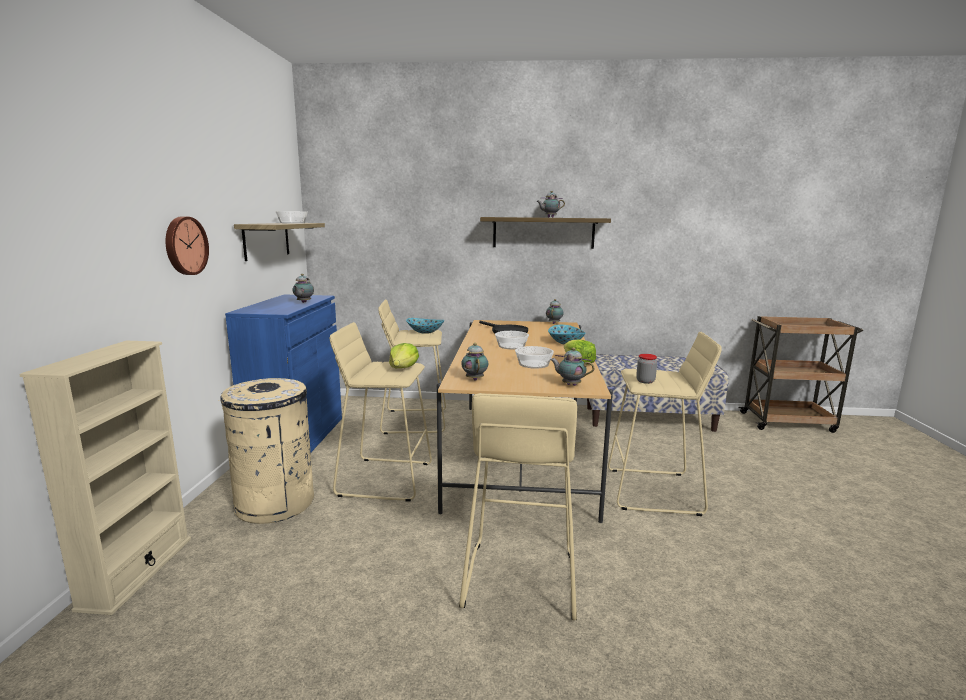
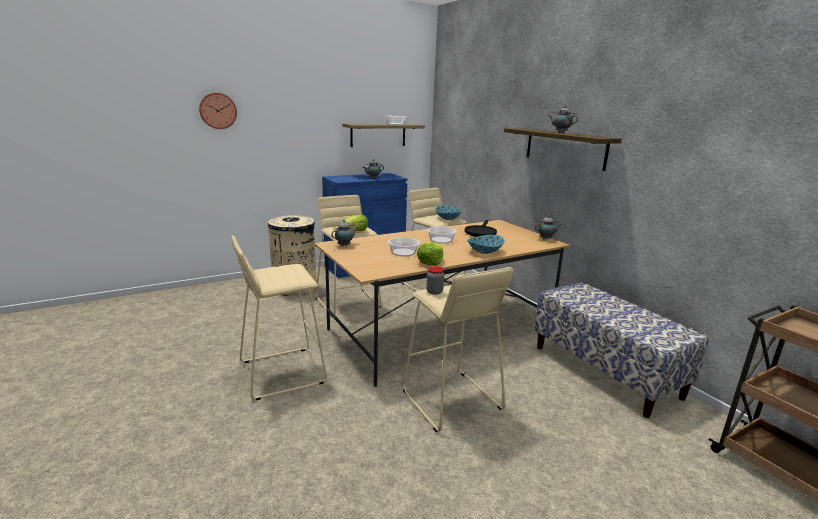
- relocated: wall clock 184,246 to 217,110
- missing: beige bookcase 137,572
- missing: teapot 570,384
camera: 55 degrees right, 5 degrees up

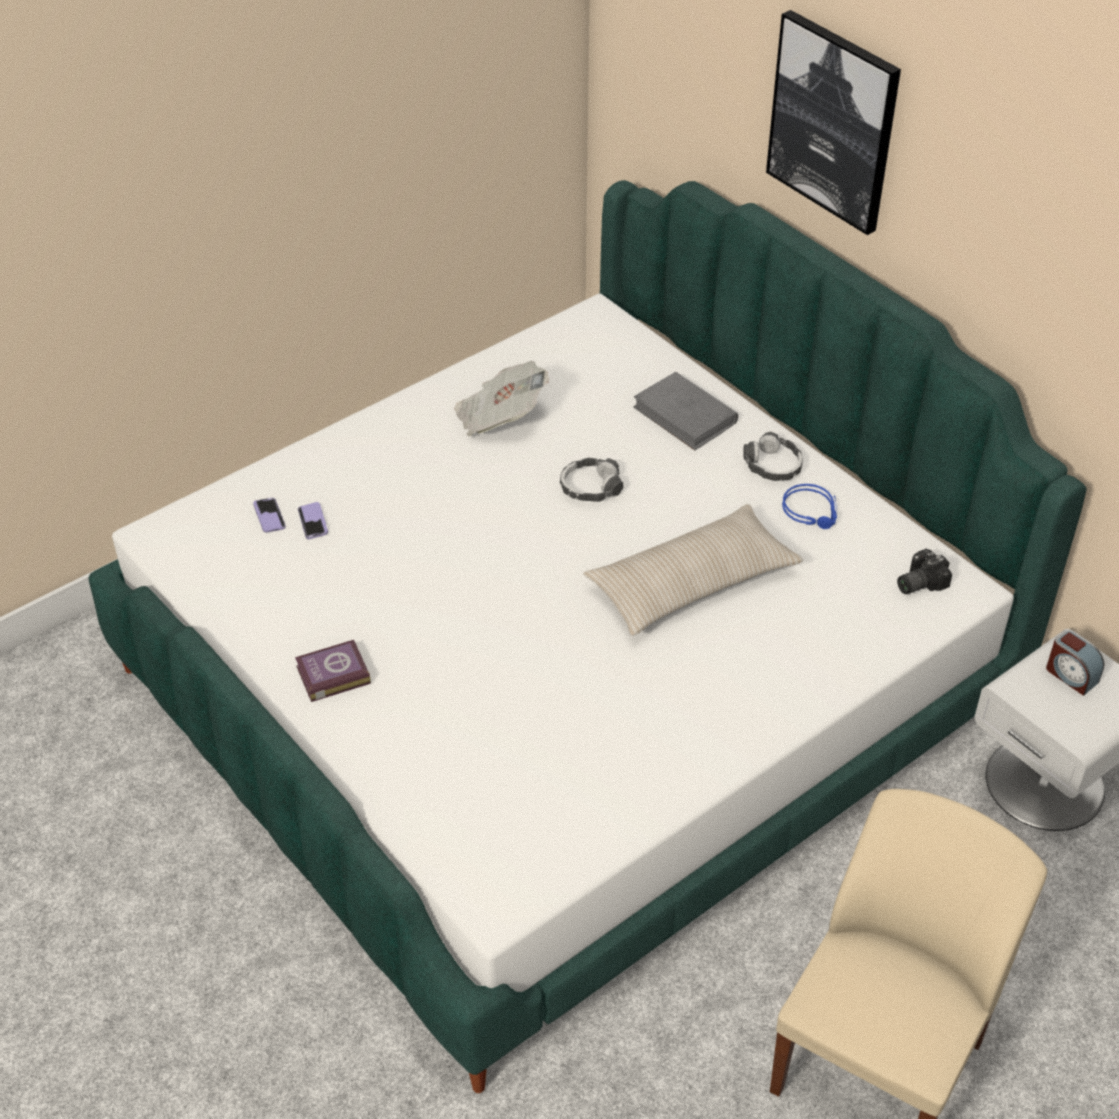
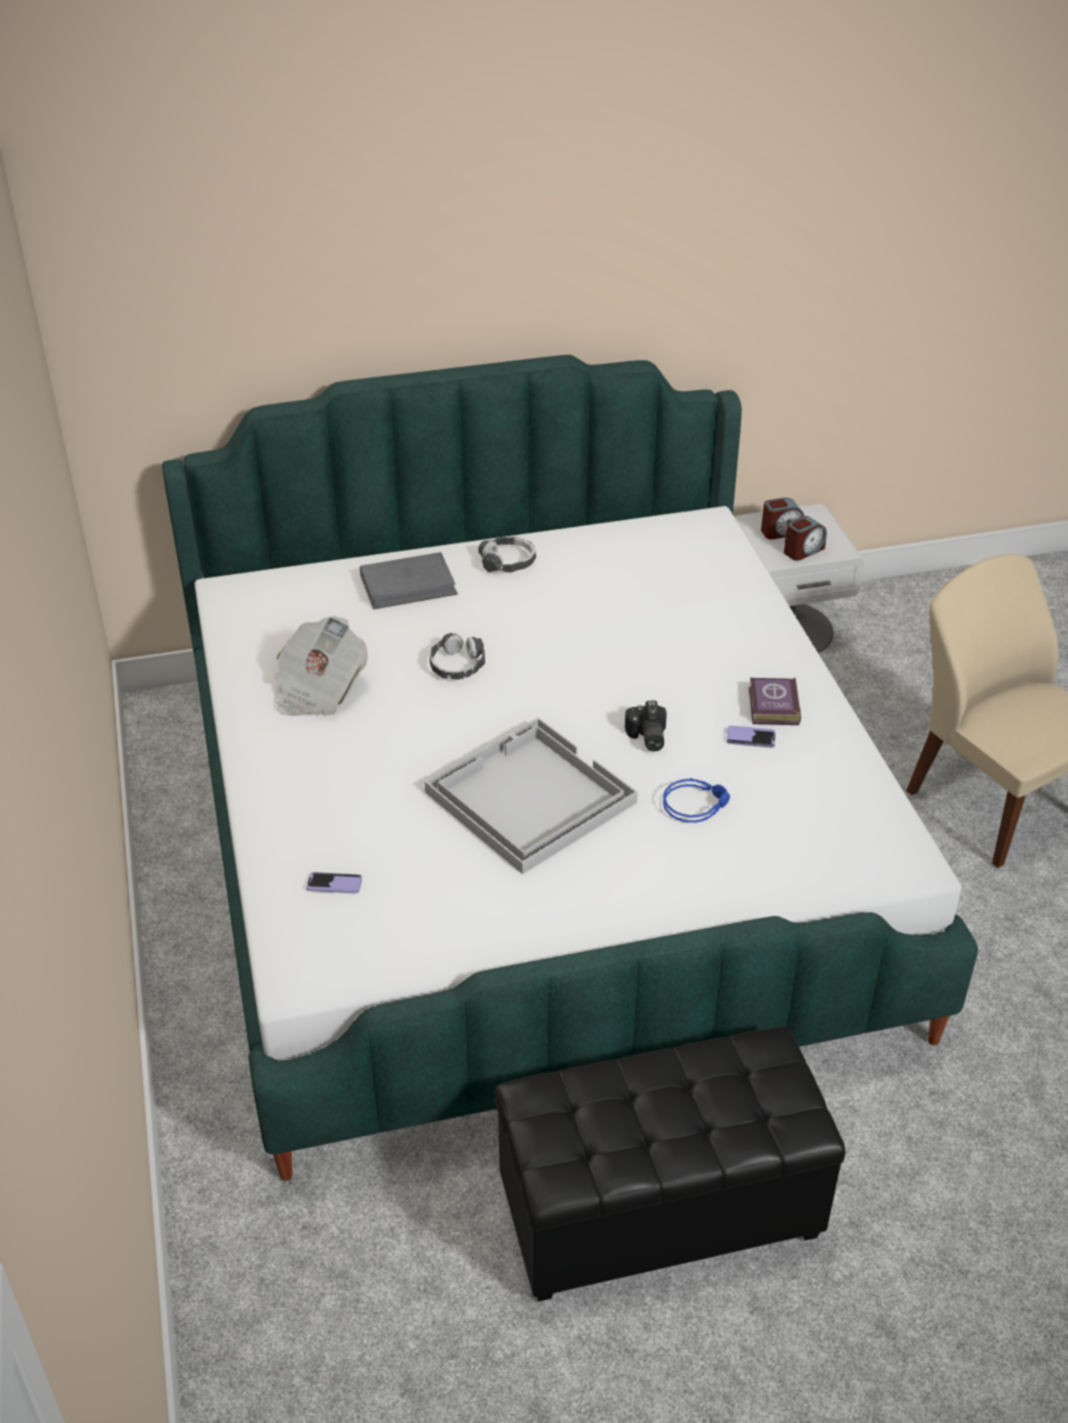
- missing: picture 833,121
- relocated: blue headphones 812,511 to 695,804
- relocated: phone 313,522 to 750,738
- missing: beige pillow 691,583
- relocated: photo camera 918,582 to 646,737
- relocated: book 331,675 to 772,707
- appeared: alarm clock 803,550
- appeared: white tray 528,797
- appeared: black ottoman 658,1209
camera: 65 degrees left, 5 degrees down

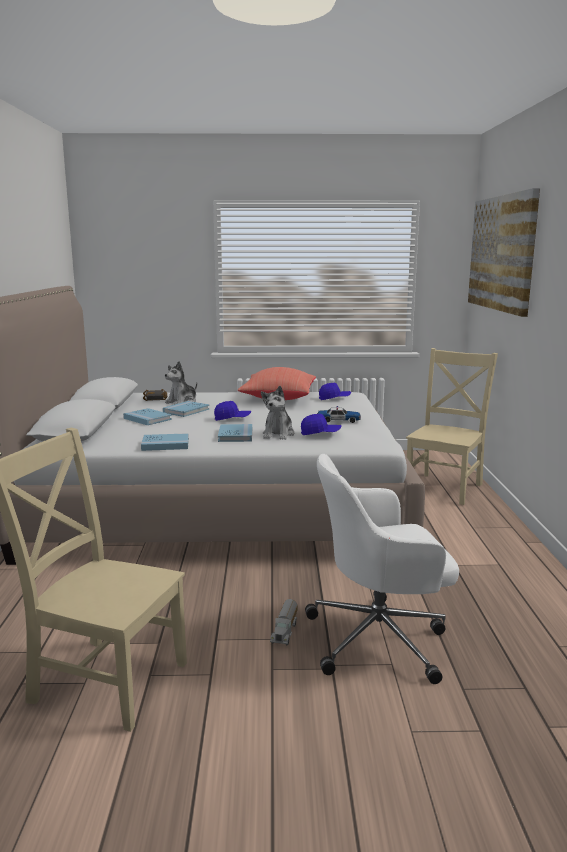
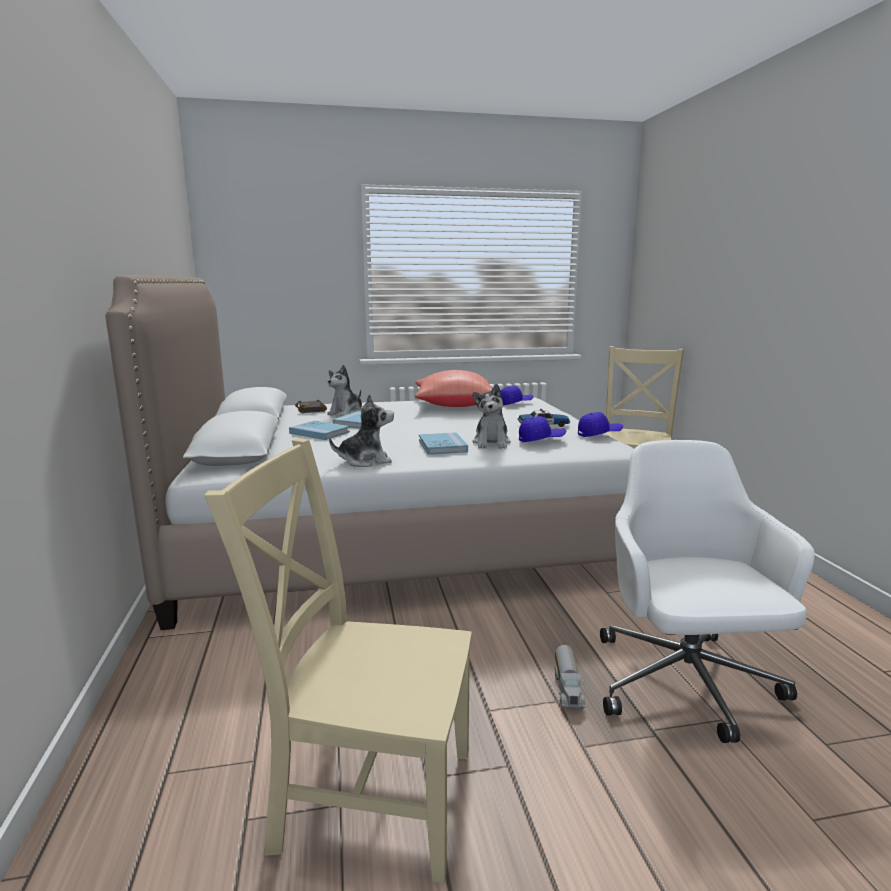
- missing: picture 501,253
- relocated: blue cap 232,419 to 599,434
- exchanged: blue book 165,444 to plush toy 365,461
- spun: white office chair 380,638 = 685,685 105 degrees clockwise
camera: 10 degrees left, 0 degrees up

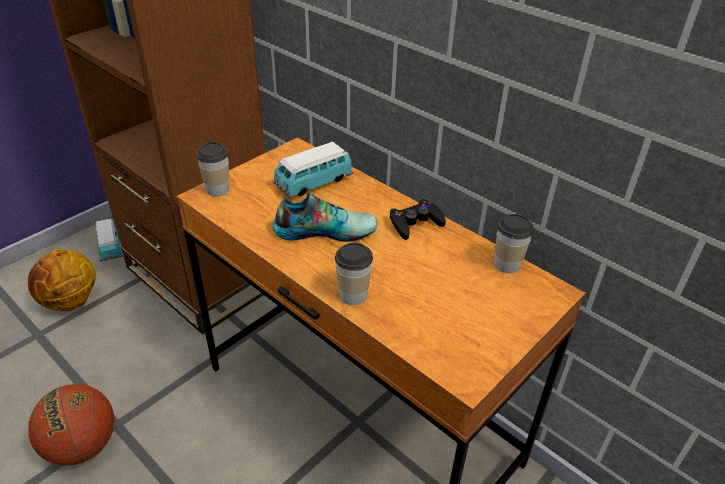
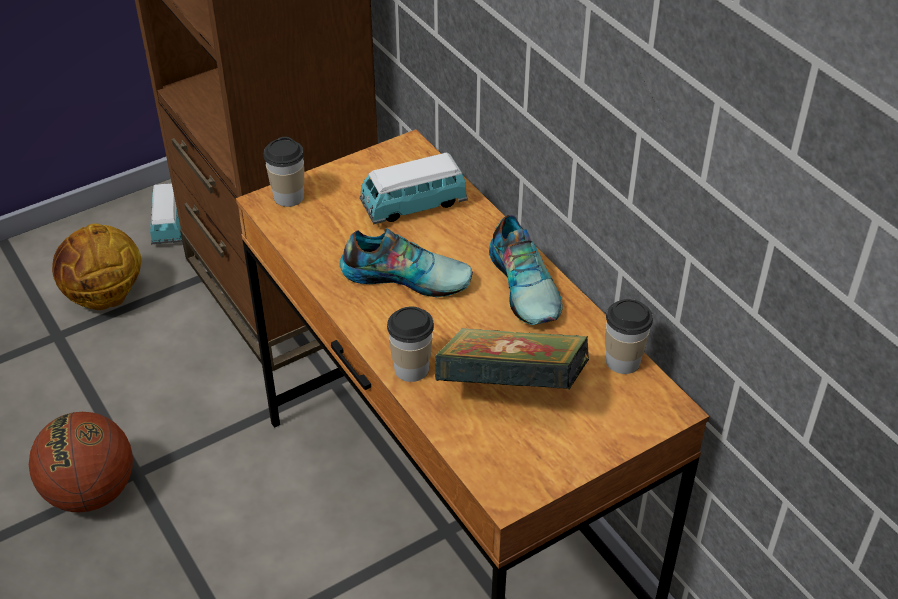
- exchanged: black game controller 415,223 to shoe 526,284
- appeared: book 511,388
camera: 15 degrees right, 5 degrees up

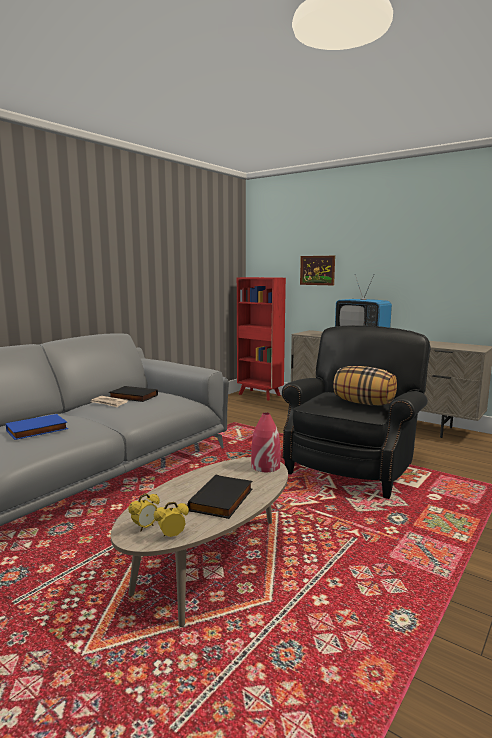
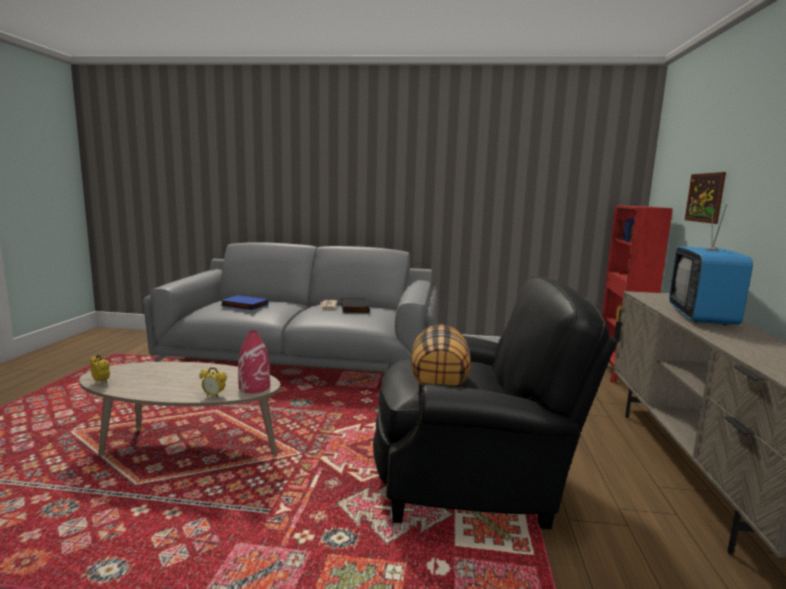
- missing: black book 223,500
- relocated: alarm clock 145,527 to 214,396
camera: 60 degrees right, 0 degrees up

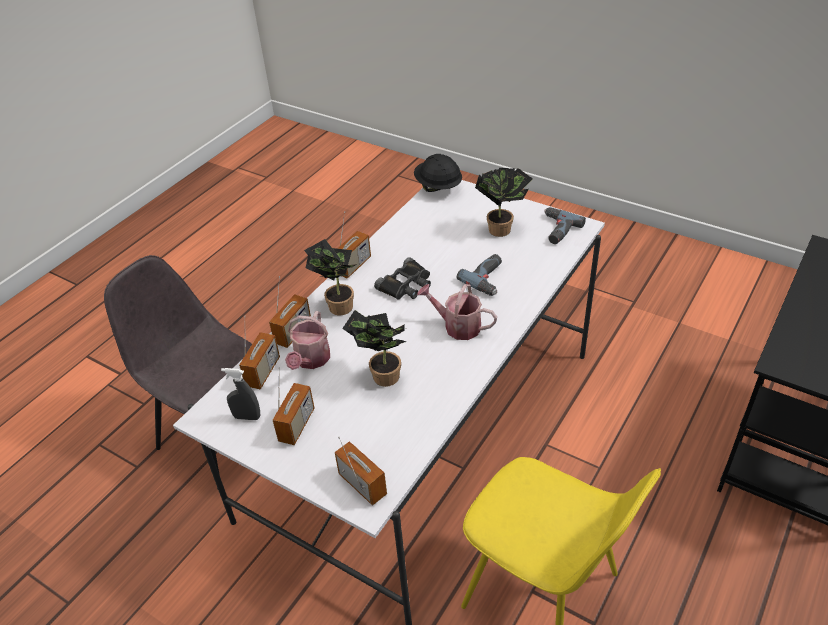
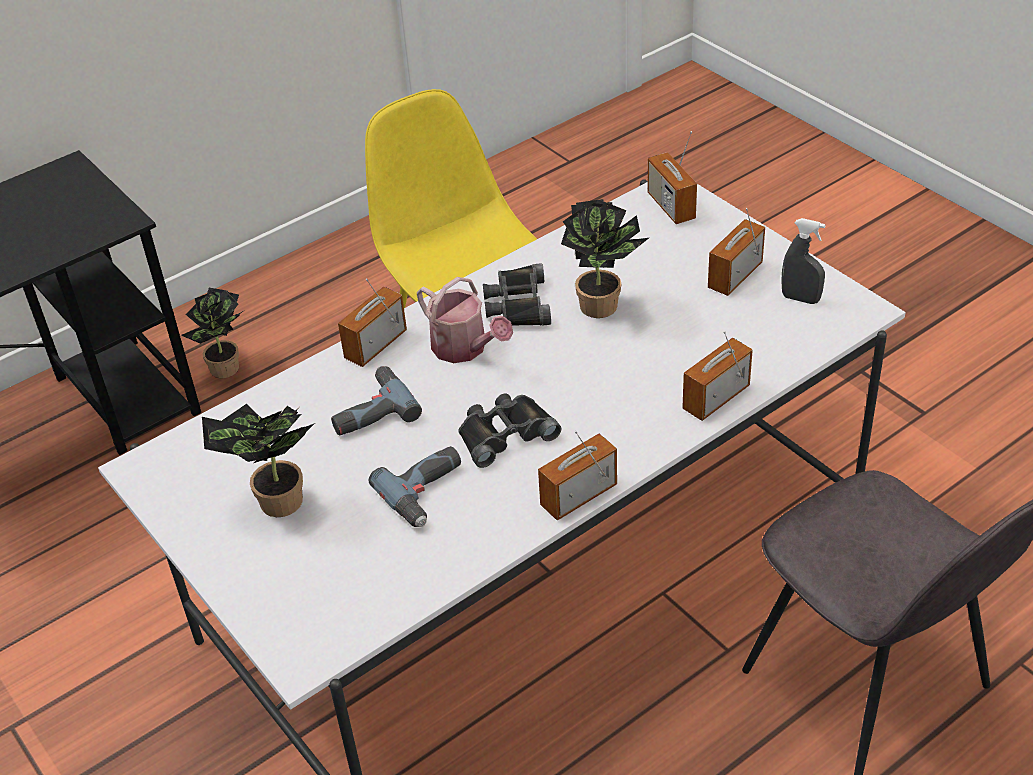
- missing: black hard hat 437,187
- relocated: power drill 555,230 to 428,492
- relocated: potted plant 337,306 to 227,370
- missing: watering can 310,360
- relocated: radio 263,372 to 376,345
- appeared: black binoculars 517,304
camera: 160 degrees left, 0 degrees up

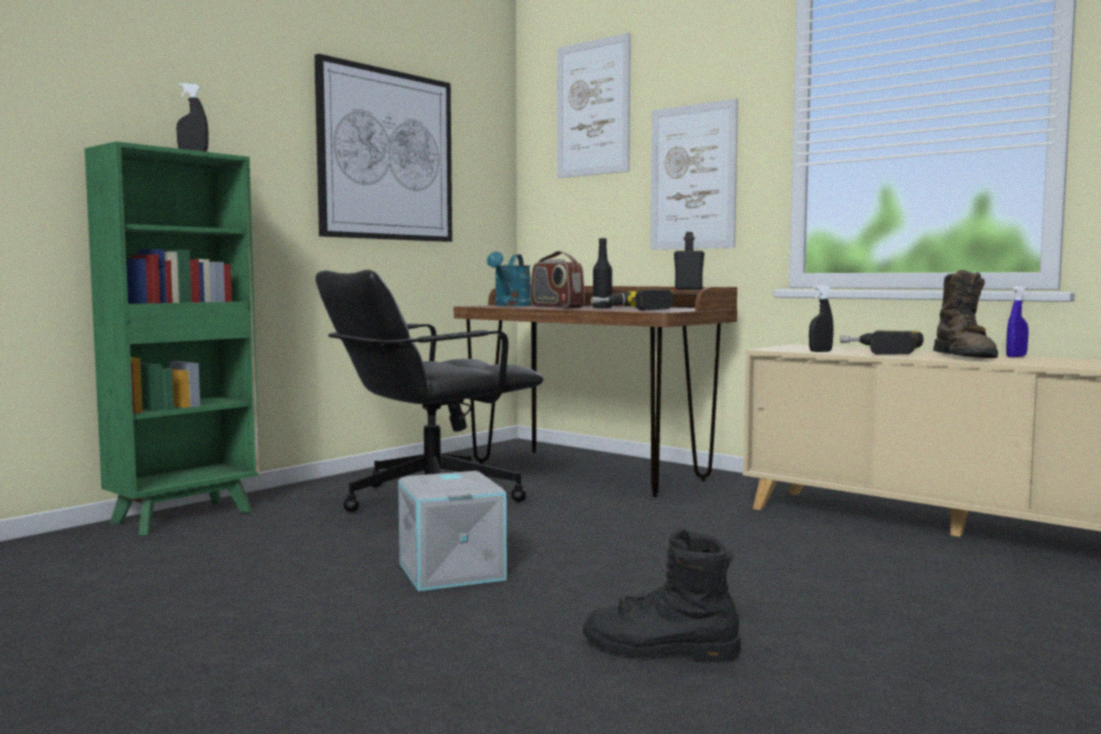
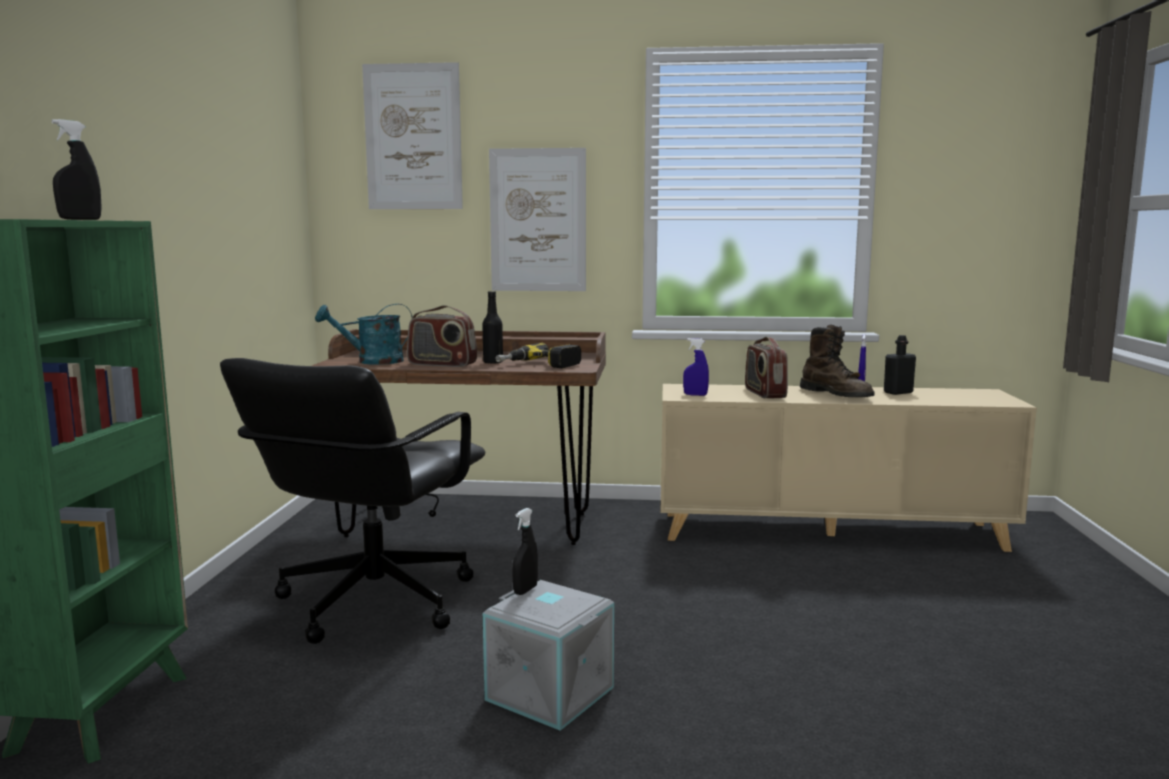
- missing: picture 386,155
- relocated: black bottle 688,289 to 898,392
- spun: turquoise watering can 510,306 = 372,361 90 degrees clockwise
- relocated: black spray bottle 820,351 to 525,590
- exchanged: power drill 877,352 to radio 764,393
- missing: black boot 660,650
- appeared: blue spray bottle 695,395
camera: 35 degrees left, 5 degrees up

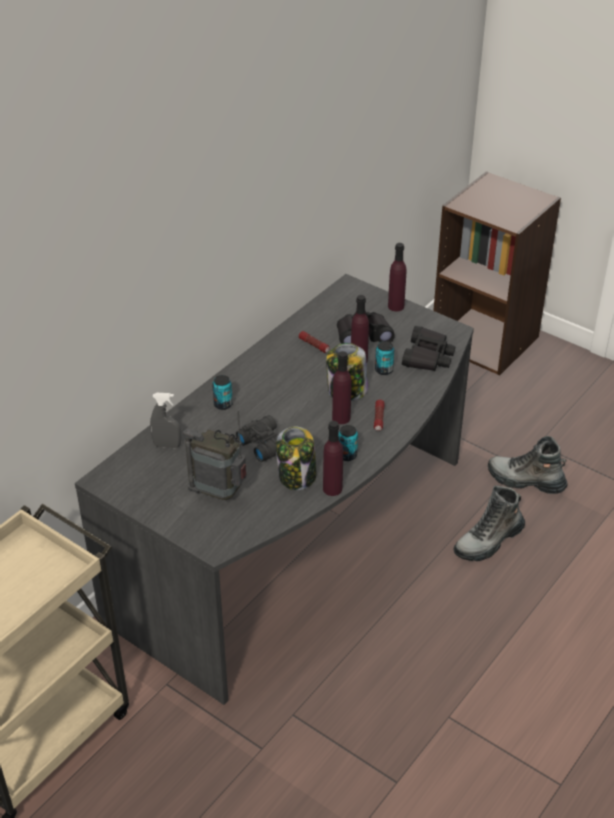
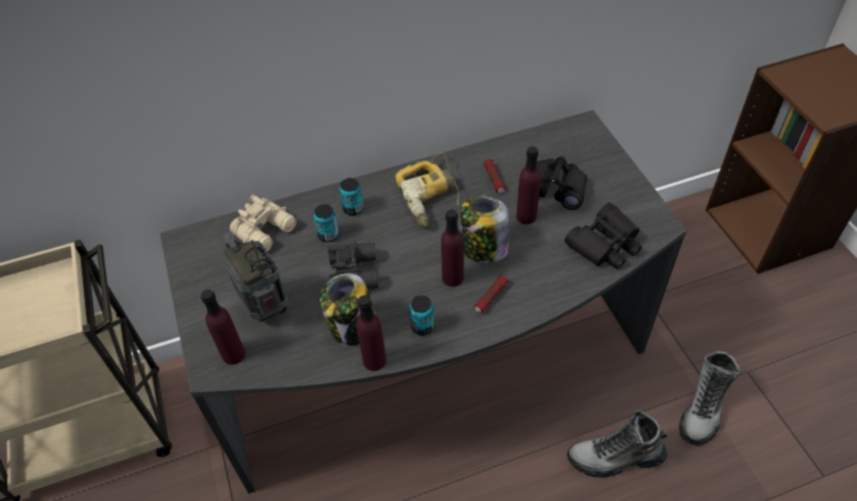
- relocated: purple bottle 396,306 to 233,354
- relocated: can 384,370 to 328,235
- exchanged: grey spray bottle 167,445 to beige binoculars 267,231
- spun: boot 525,481 = 703,408 120 degrees counterclockwise
- appeared: power drill 431,196
camera: 35 degrees right, 10 degrees up

